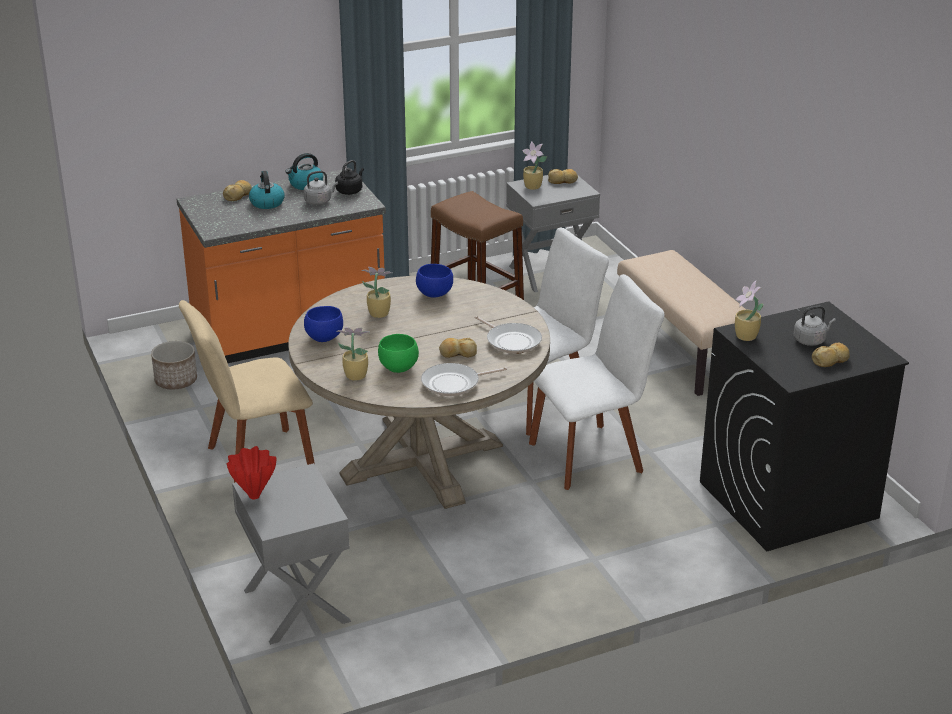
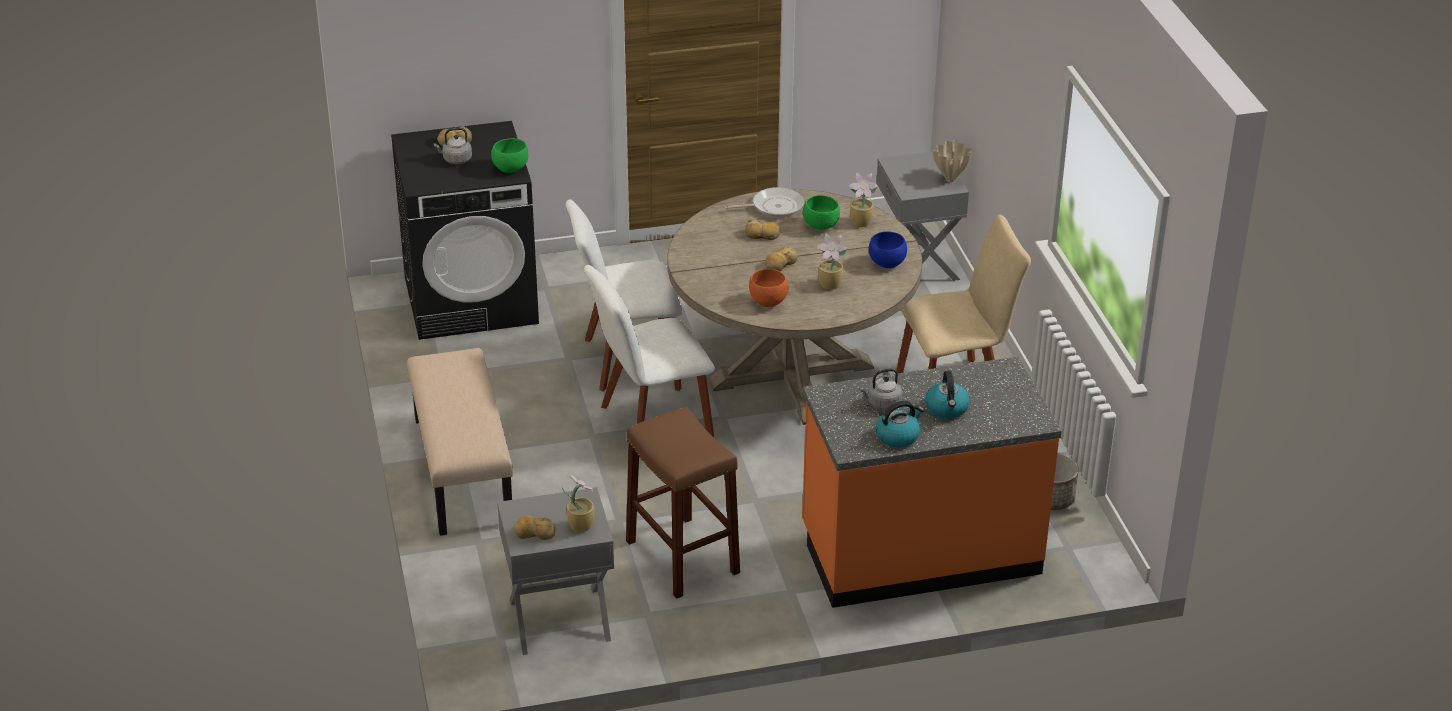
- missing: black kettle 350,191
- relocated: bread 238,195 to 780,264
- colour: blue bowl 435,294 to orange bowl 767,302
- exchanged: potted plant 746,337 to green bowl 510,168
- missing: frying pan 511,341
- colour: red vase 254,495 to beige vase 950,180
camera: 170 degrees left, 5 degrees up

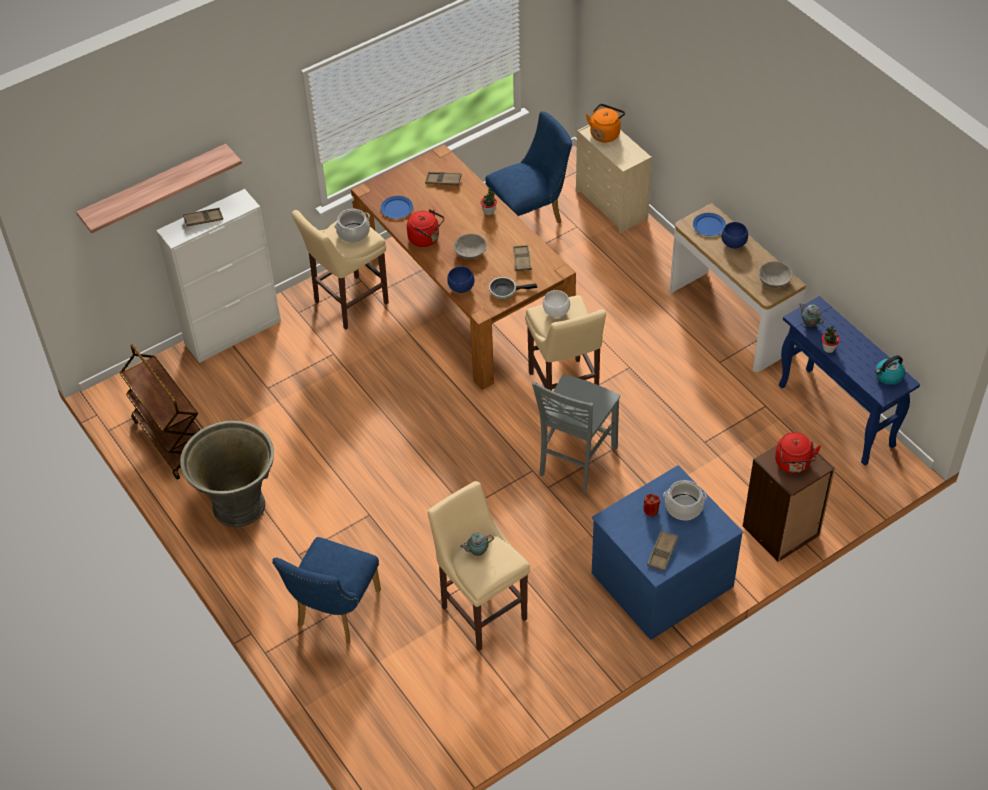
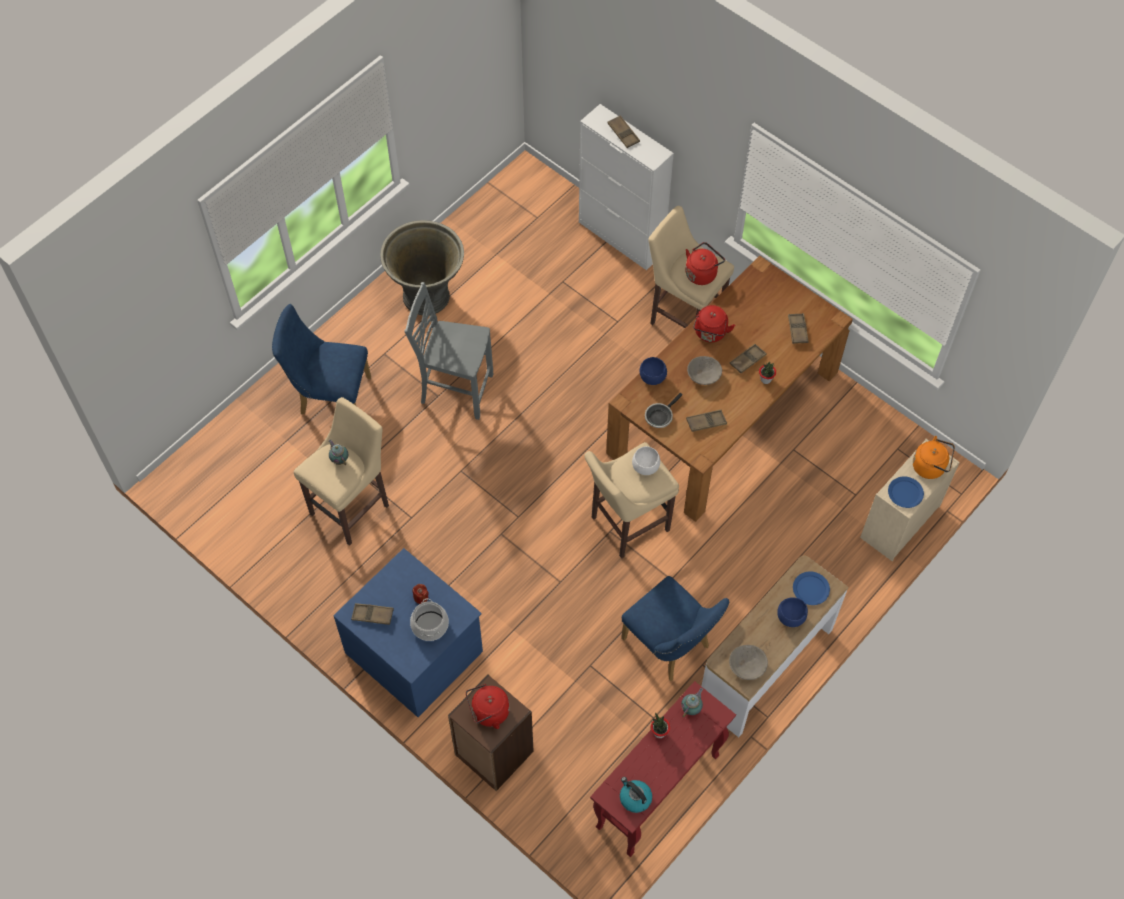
- relocated: blue chair 530,217 to 670,646
- missing: shelf 155,189
- relocated: blue plate 397,208 to 905,493
- exchanged: cooking pot 353,233 to red kettle 702,273
- spun: frying pan 505,290 = 660,416 120 degrees counterclockwise
- colour: blue console table 837,416 to red console table 657,792
- missing: brown cart 171,440
- relocated: grey chair 575,462 to 455,389
- appeared: brown tray 747,360
camera: 75 degrees right, 10 degrees up

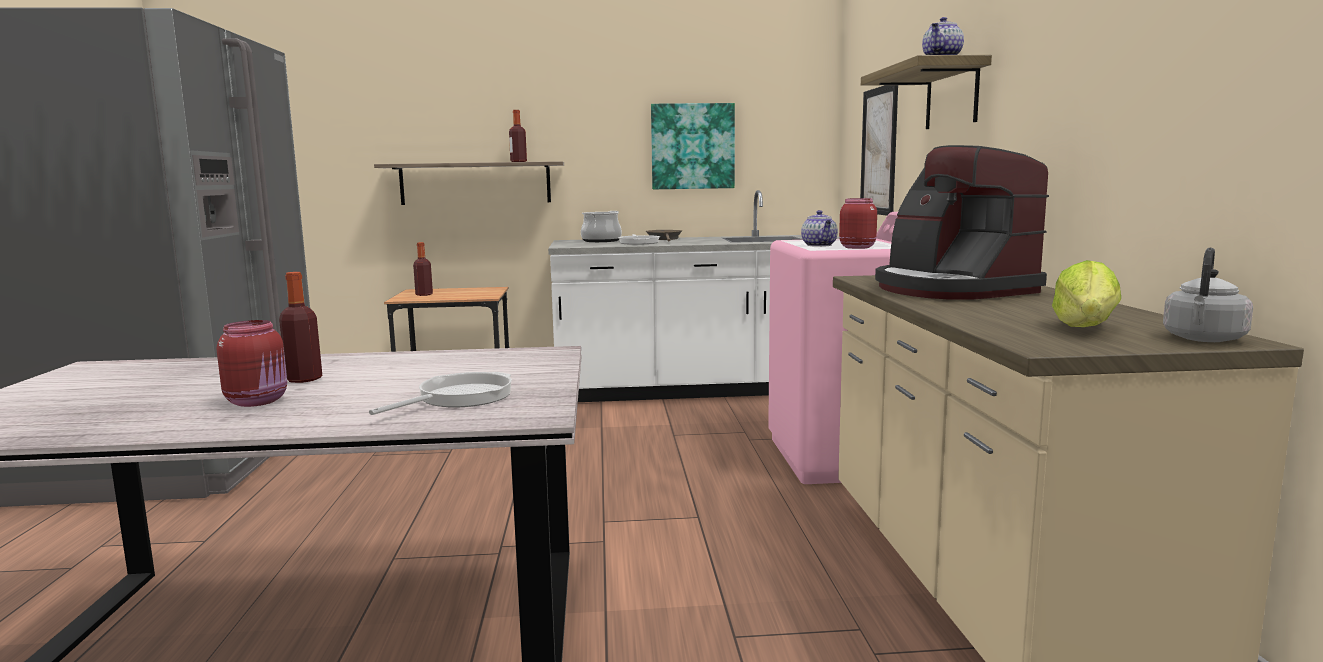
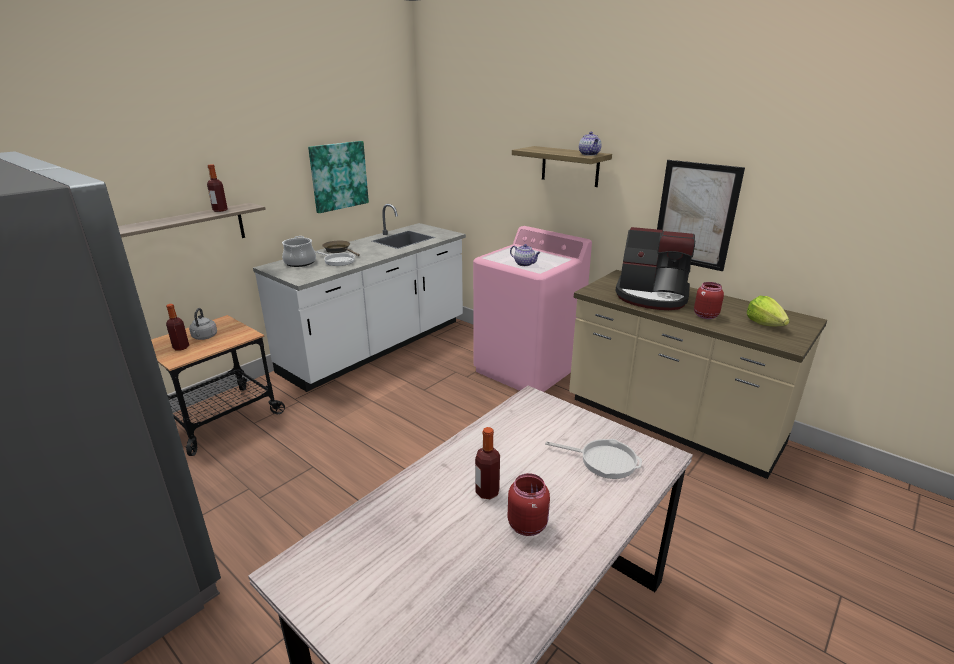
- relocated: picture 879,151 to 695,215
- relocated: red jar 856,247 to 704,315
- relocated: grey kettle 1203,339 to 204,337
- spun: frying pan 460,398 = 603,460 120 degrees clockwise
camera: 45 degrees left, 15 degrees up

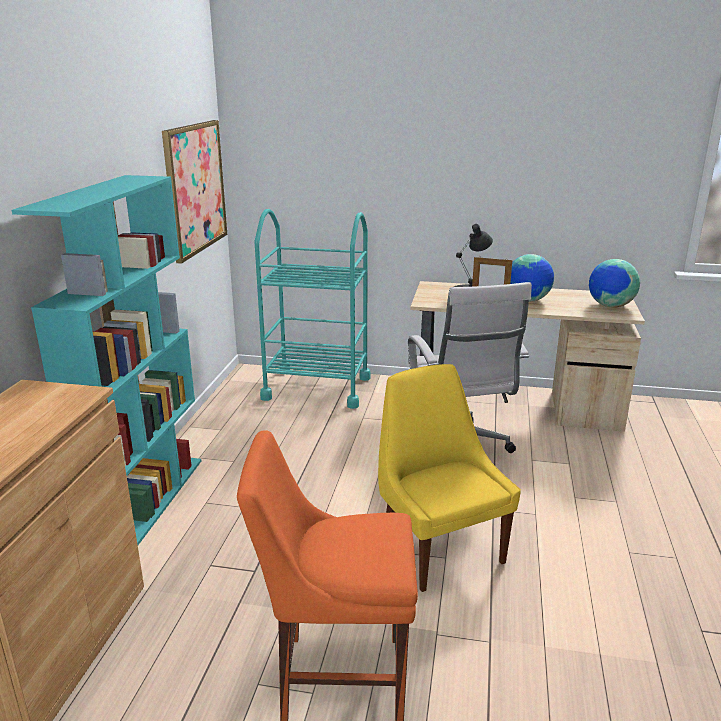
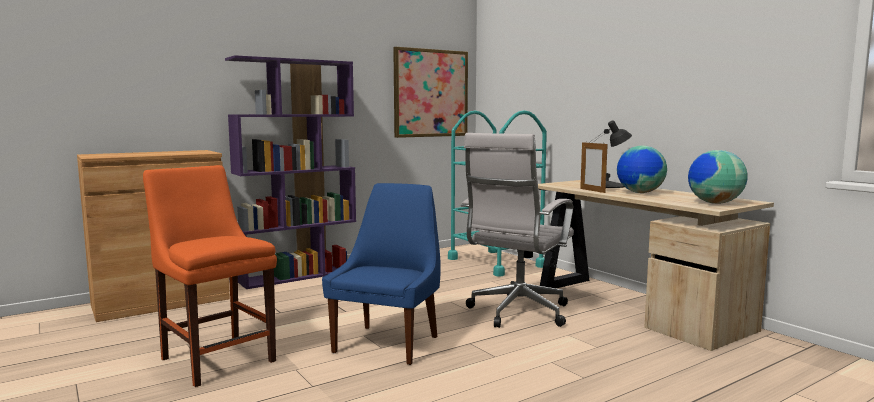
- colour: turquoise bookcase 146,501 to purple bookcase 299,275
- colour: yellow chair 439,548 to blue chair 388,343
camera: 45 degrees right, 15 degrees down

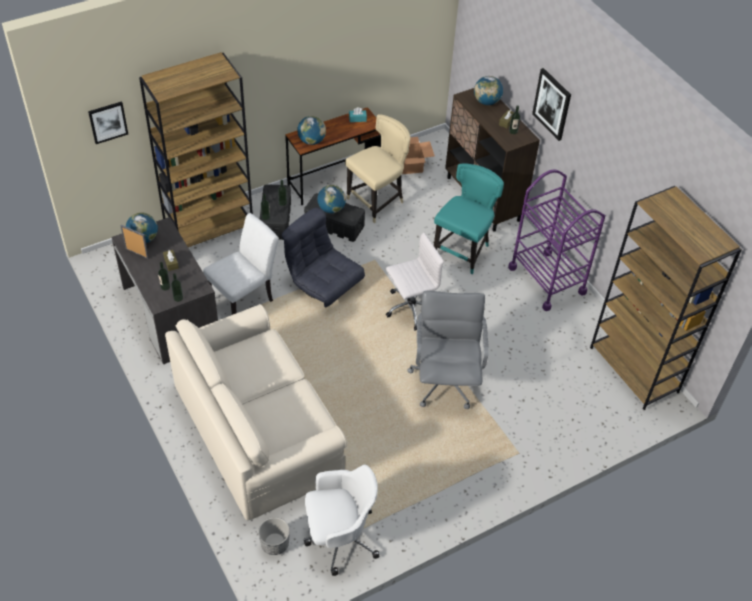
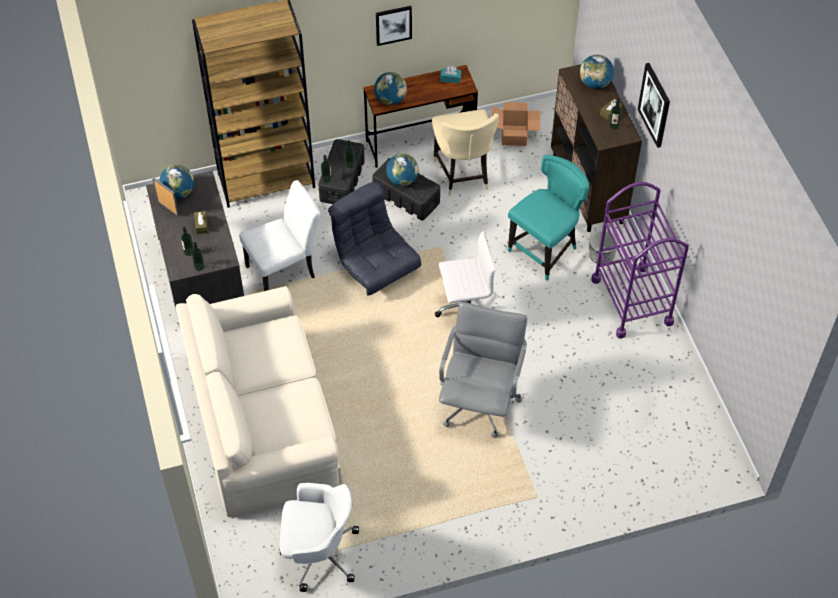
- relocated: picture 108,122 to 393,24
- spun: beige chair 377,201 = 463,175 105 degrees clockwise
- missing: brown bookcase 634,370
- relocated: planter 274,543 to 601,256
camera: 15 degrees right, 5 degrees up

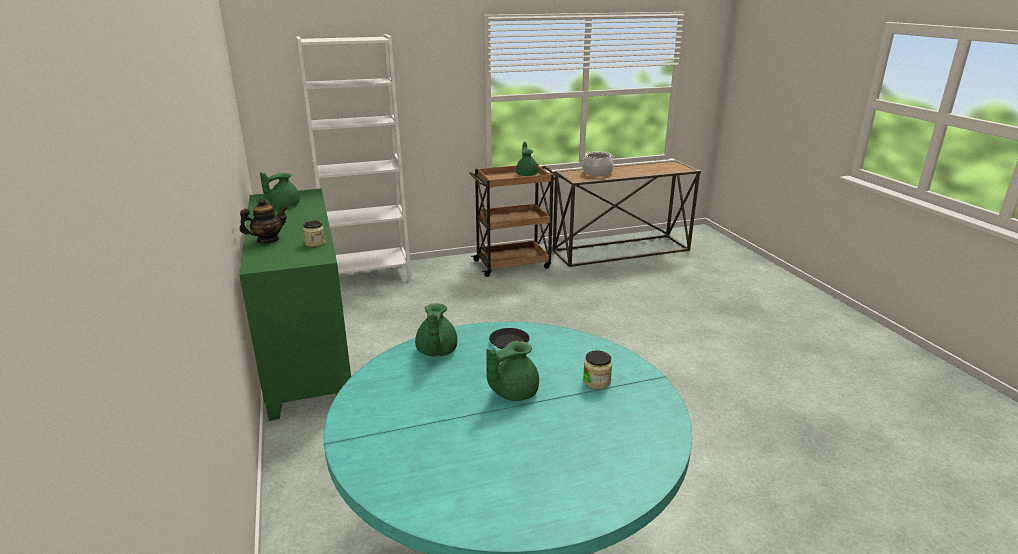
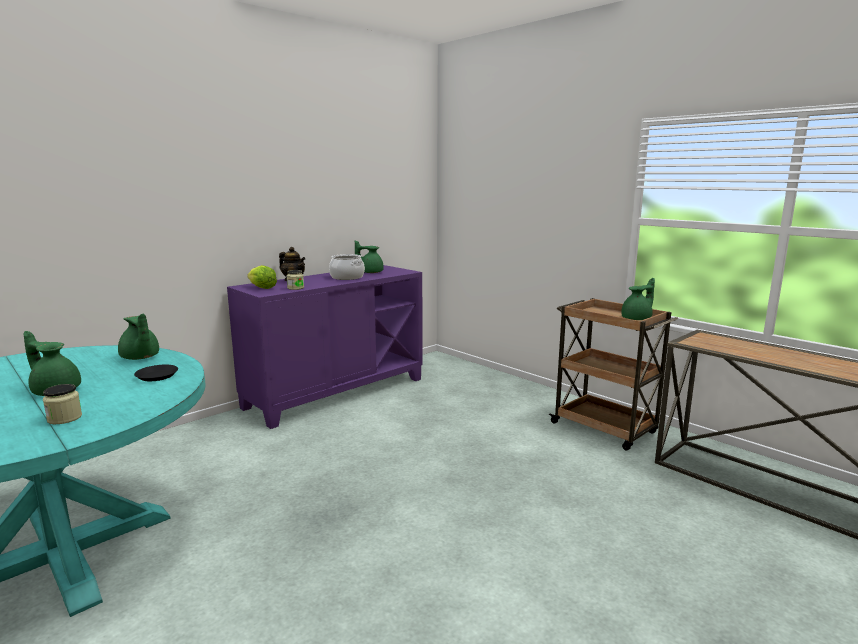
- missing: white bookcase 368,277
- relocated: cooking pot 597,173 to 347,277
- colour: green cabinet 305,353 to purple cabinet 336,392
- spun: green teapot 436,351 = 140,358 105 degrees counterclockwise
- appeared: lettuce 262,288
camera: 65 degrees right, 10 degrees down

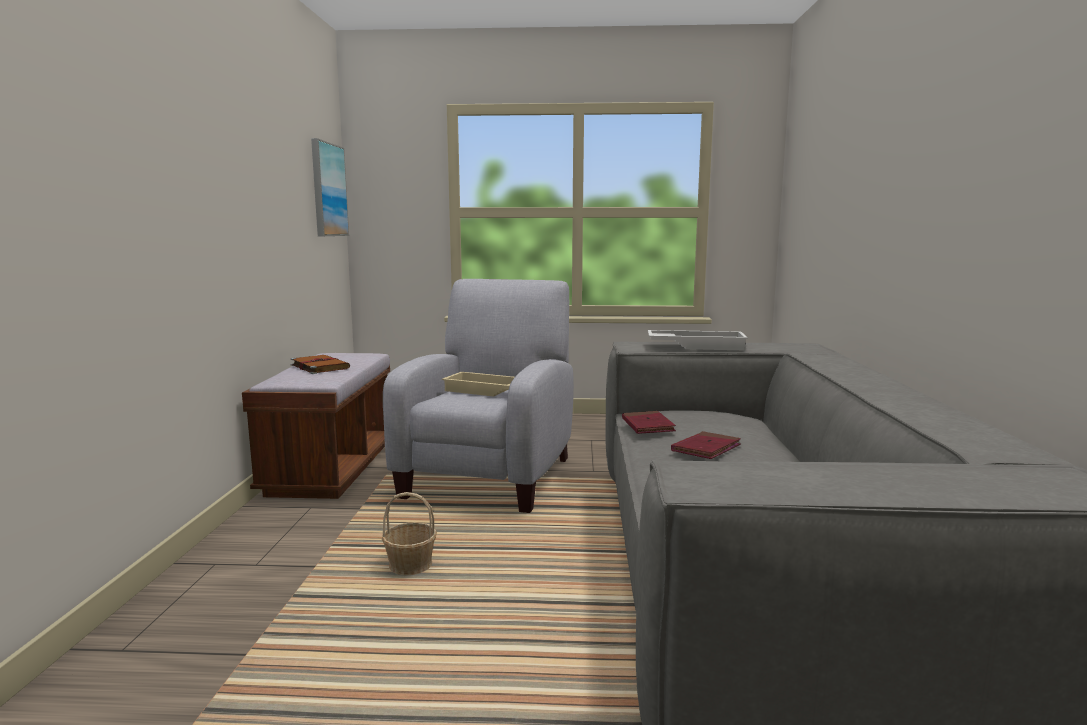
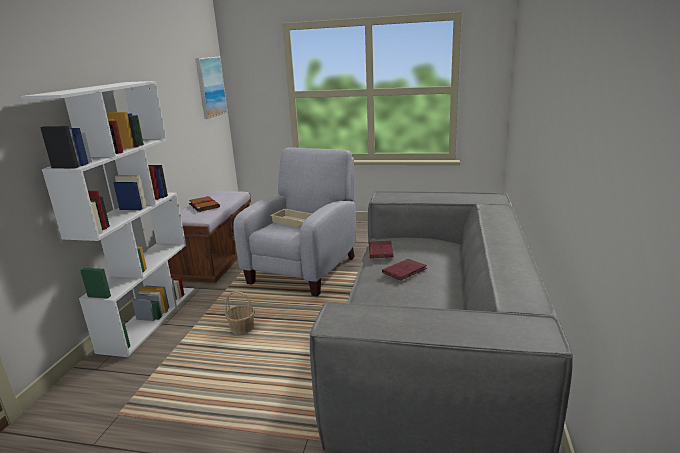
- missing: white tray 696,346
- appeared: white bookcase 149,318
camera: 10 degrees right, 10 degrees up

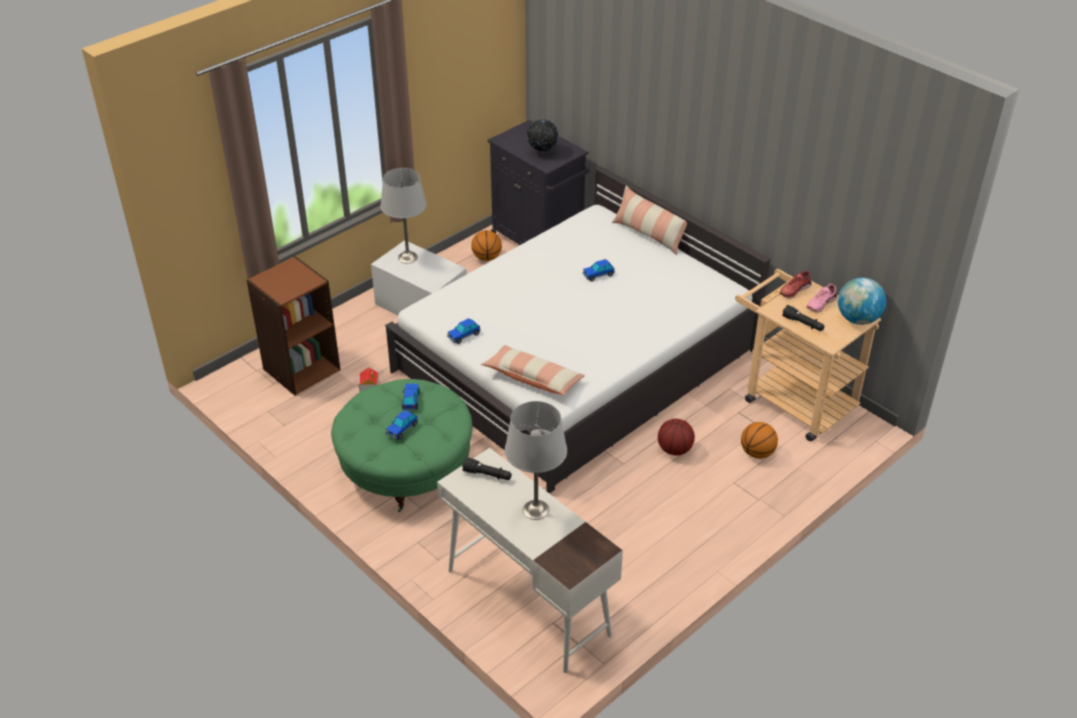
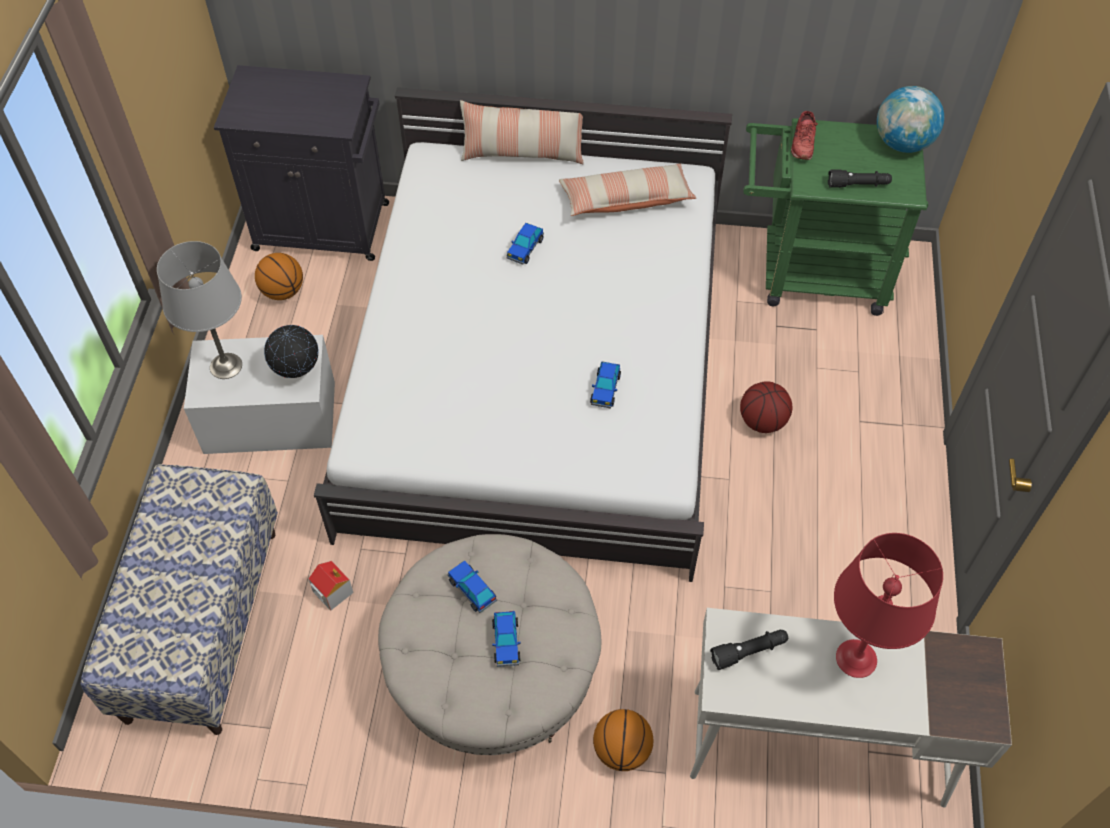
- relocated: globe 542,152 to 297,371
- exchanged: brown bookcase 301,369 to bench 202,622
- colour: beige cart 792,399 to green cart 810,273
- missing: pink shoe 820,303
- relocated: toy car 464,335 to 605,389
- relocated: pillow 533,378 to 626,199
- colour: green ottoman 406,467 to beige ottoman 493,670
- colour: grey table lamp 536,509 to red table lamp 856,658
- relocated: basketball 757,453 to 621,750
camera: 40 degrees left, 15 degrees up

